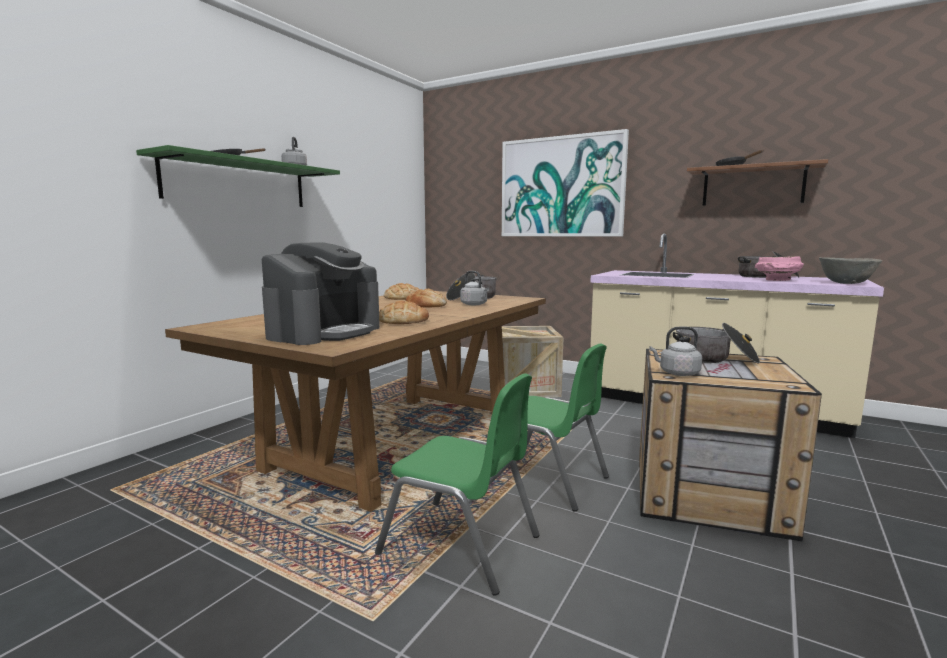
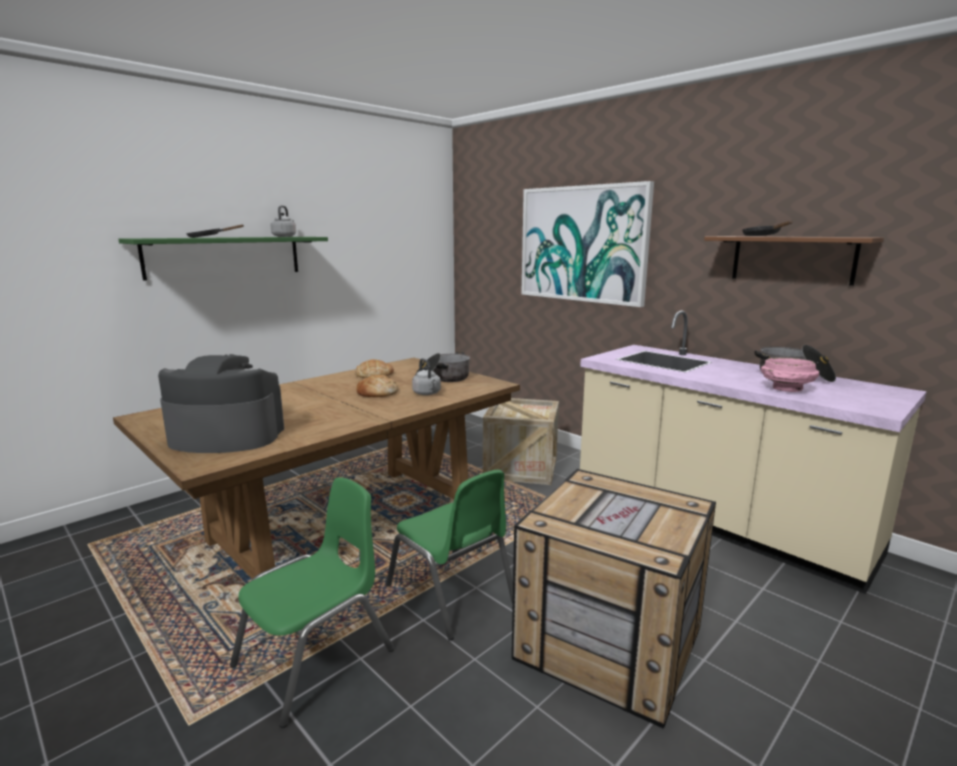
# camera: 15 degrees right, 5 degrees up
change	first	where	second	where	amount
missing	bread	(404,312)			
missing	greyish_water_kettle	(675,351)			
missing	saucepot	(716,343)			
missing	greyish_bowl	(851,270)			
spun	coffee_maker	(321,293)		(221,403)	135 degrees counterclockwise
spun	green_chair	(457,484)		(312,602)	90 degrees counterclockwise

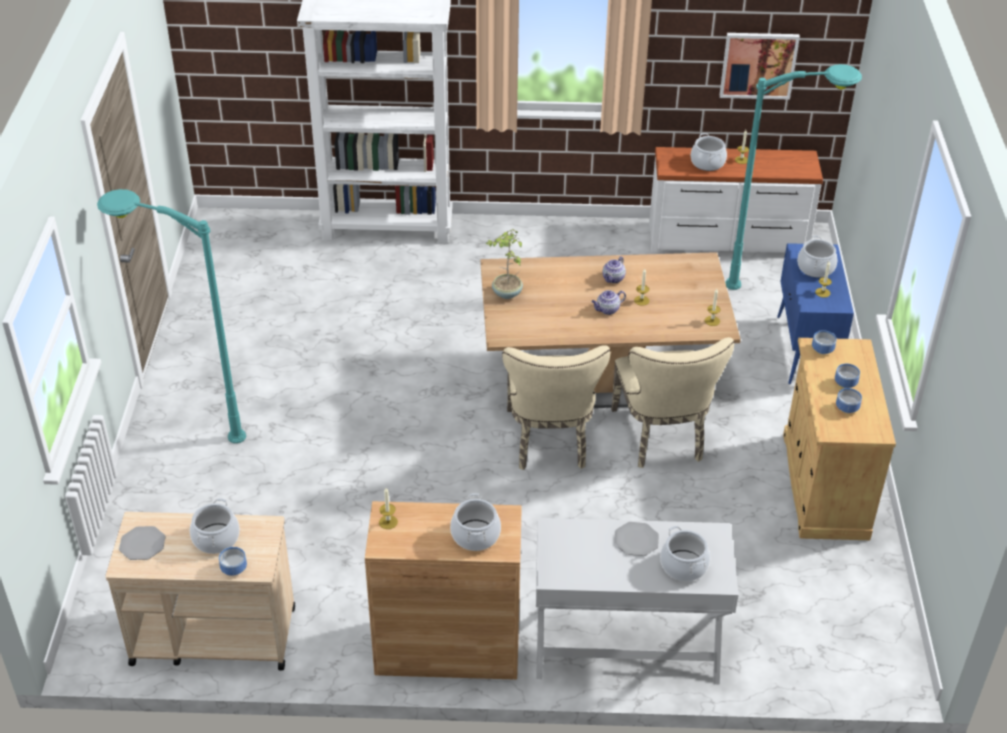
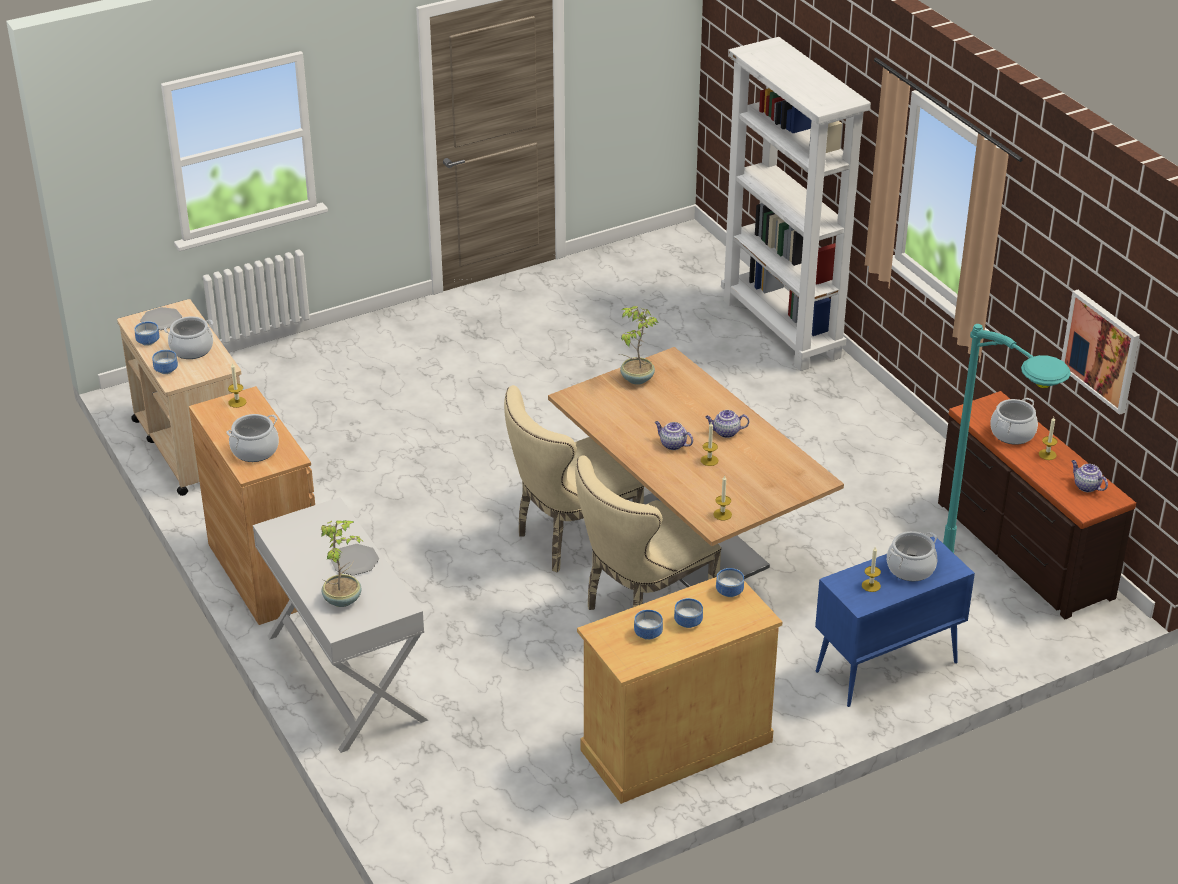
# camera: 60 degrees right, 5 degrees down
change	first	where	second	where	amount
missing	turquoise_floor_lamp	(171,316)			
appeared			bowl	(147,334)	
appeared			tea_pot	(1089,476)	
exchanged	saucepot	(685,553)	houseplant	(342,563)	
colour	white-coloured_dresser	(736,200)	brownish_dresser	(1037,505)	

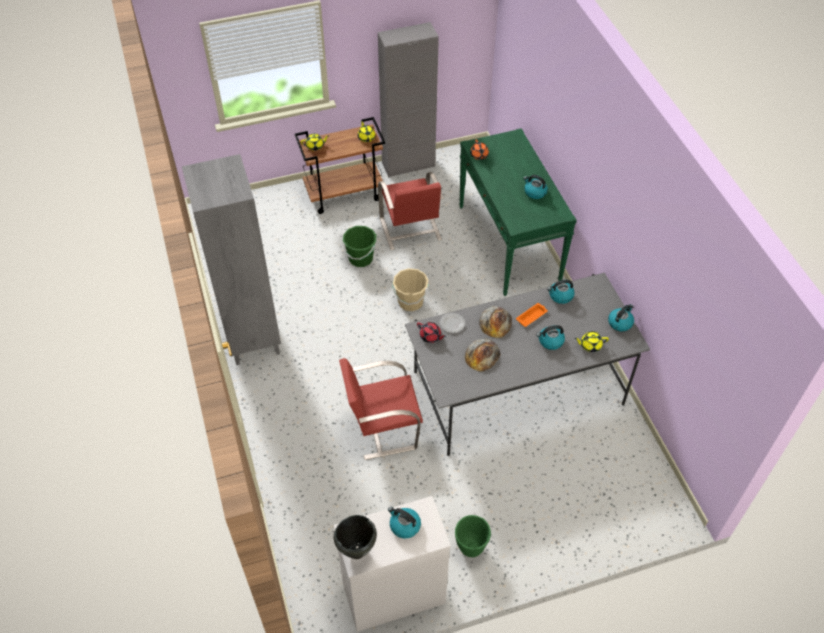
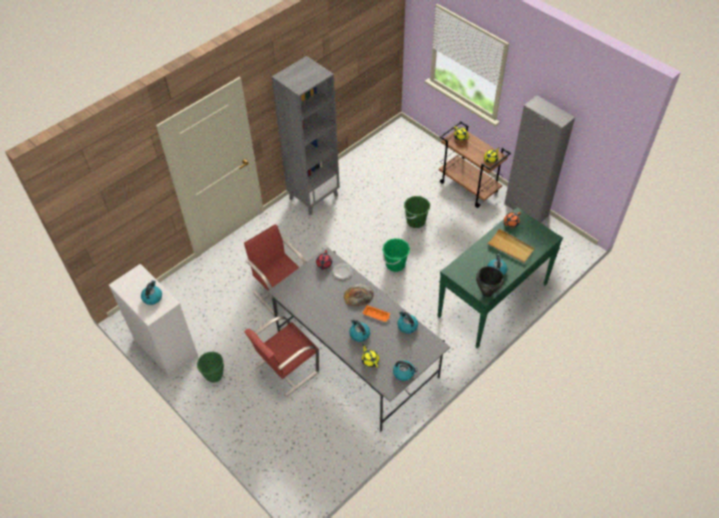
# camera: 65 degrees right, 0 degrees up
change	first	where	second	where	amount
missing	bread	(482,355)			
appeared			beige_serving_tray	(511,246)	
relocated	black-coloured_saucepot	(355,537)		(490,281)	
relocated	red_chair	(411,211)		(281,356)	
colour	beige_water_bucket	(410,289)	green_water_bucket	(396,255)	

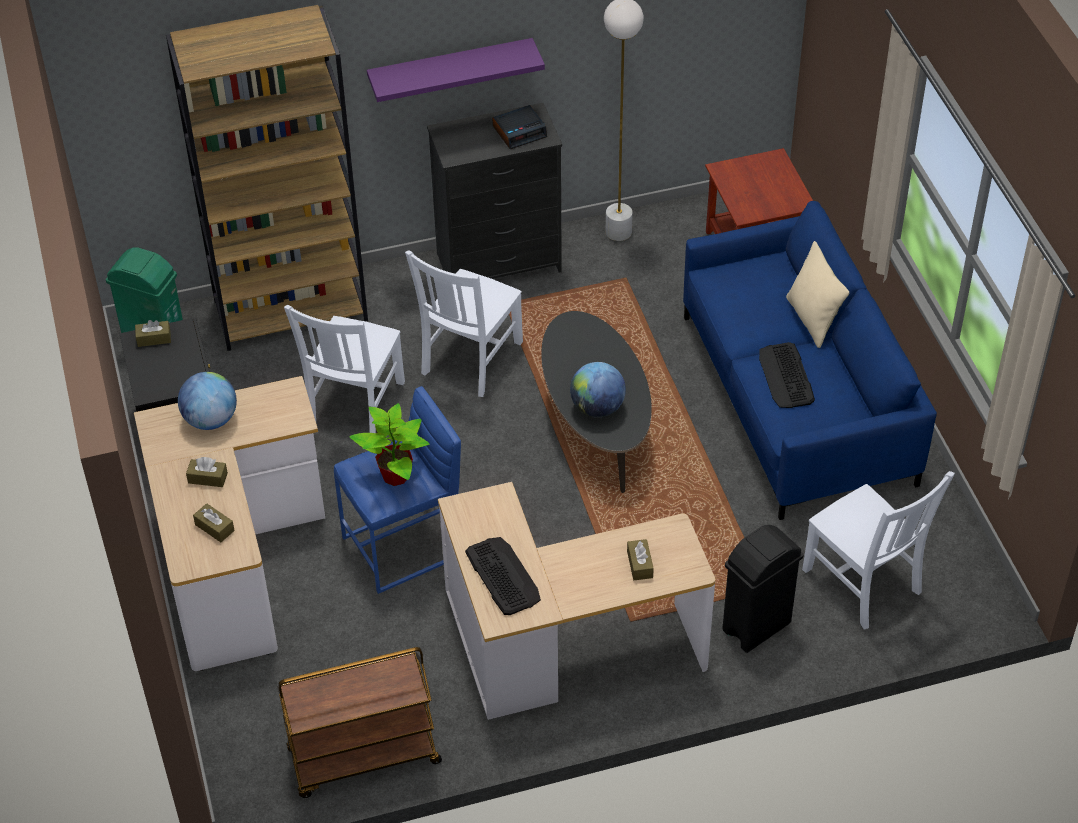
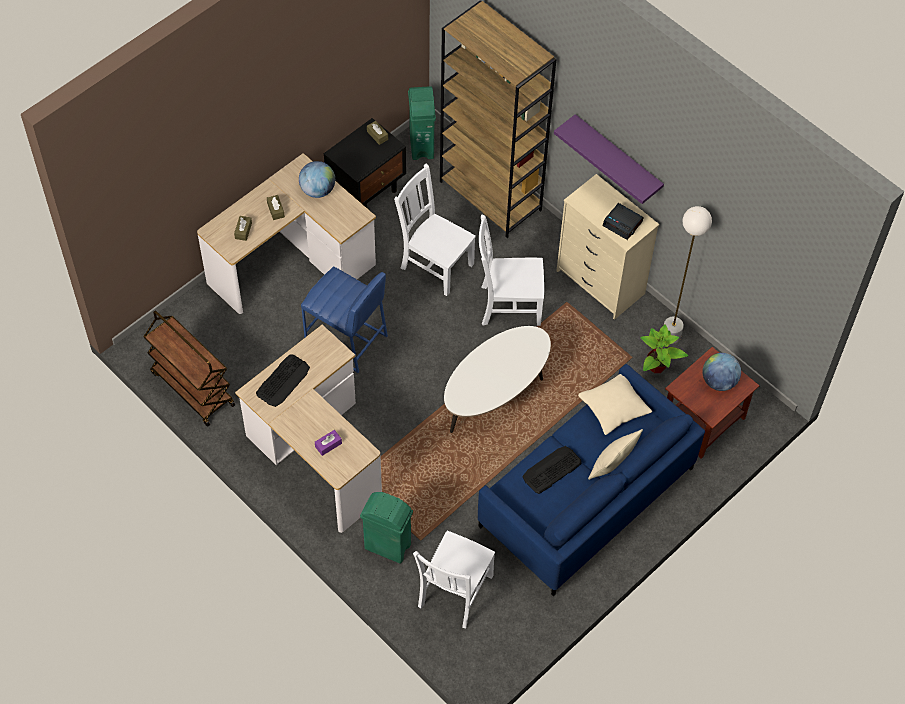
# camera: 60 degrees right, 10 degrees up
change	first	where	second	where	amount
appeared			beige_pillow	(615,404)	
relocated	houseplant	(389,444)		(664,348)	
relocated	world_globe	(598,389)		(722,372)	
colour	black-coloured_dresser	(494,191)	beige_dresser	(607,247)	
colour	black-coloured_coffee_table	(596,402)	white-coloured_coffee_table	(497,379)	
colour	brownish_tissue_box	(640,559)	purplish_tissue_box	(328,443)	
colour	black-coloured_waste_bin	(763,589)	green_waste_bin	(386,528)	
spun	white-coloured_chair	(344,369)		(435,229)	45 degrees clockwise

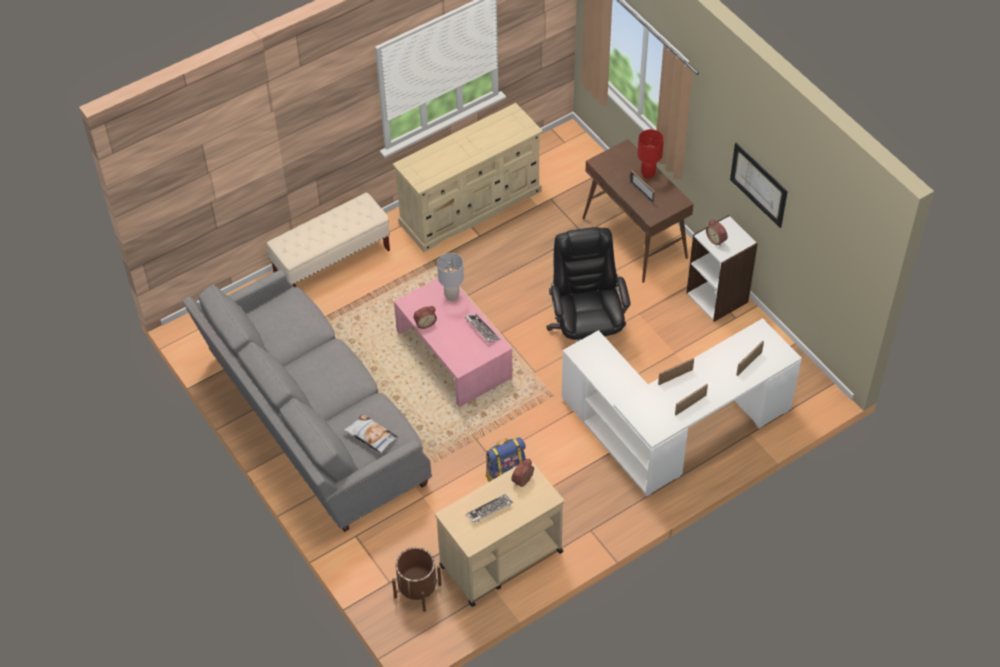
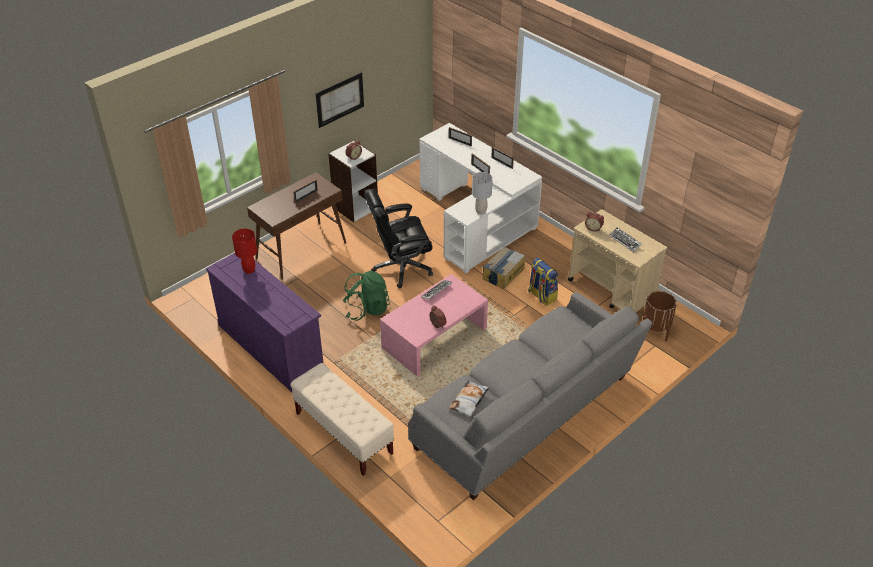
# camera: 100 degrees left, 10 degrees down
change	first	where	second	where	amount
appeared			green_rucksack	(366,296)	
appeared			carton	(504,268)	
relocated	pillow	(371,434)		(469,399)	
relocated	greyish_tabletop_lamp	(450,277)		(482,193)	
relocated	red_tabletop_lamp	(650,153)		(244,251)	
colour	beige_dresser	(468,177)	purplish_dresser	(265,322)	

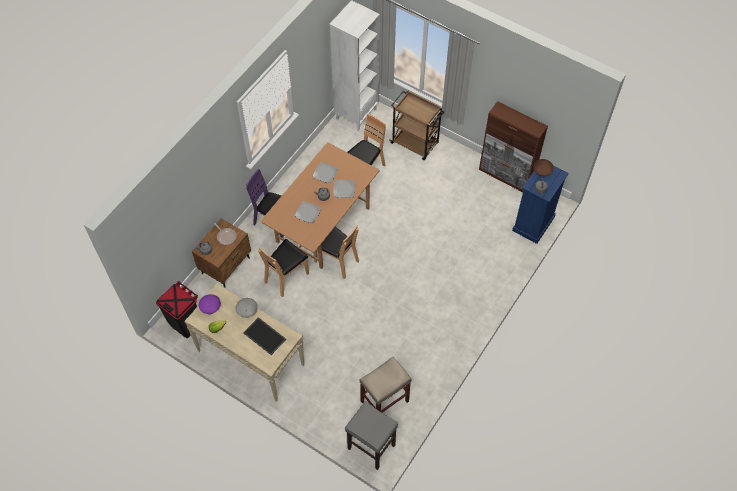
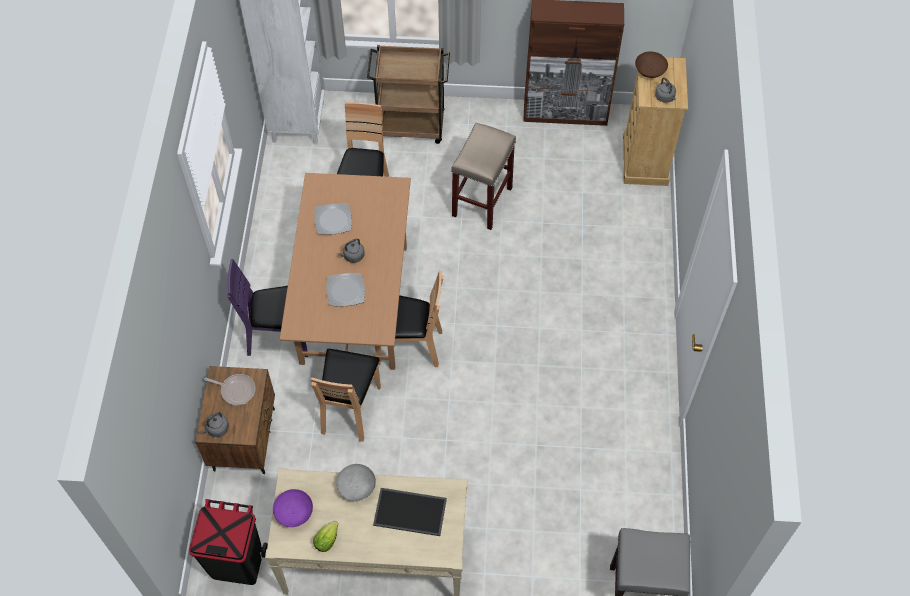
# camera: 30 degrees left, 0 degrees up
change	first	where	second	where	amount
missing	flat_dish	(344,189)			
relocated	beige_stool	(385,385)		(483,176)	
colour	bluish_dresser	(540,205)	beige_dresser	(655,121)	

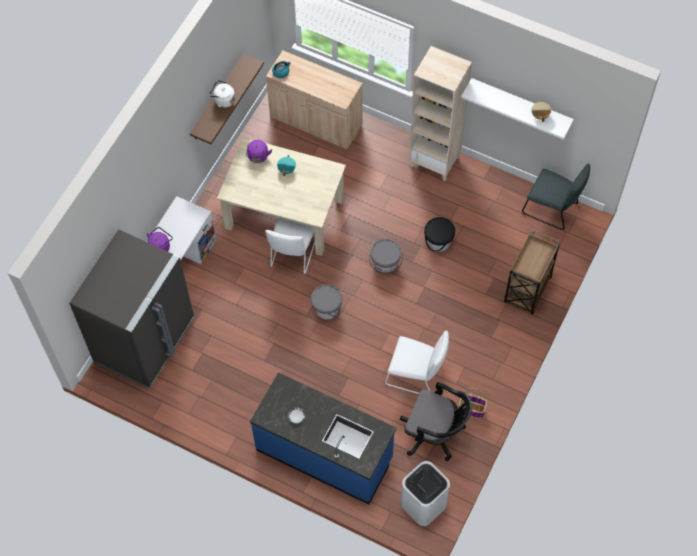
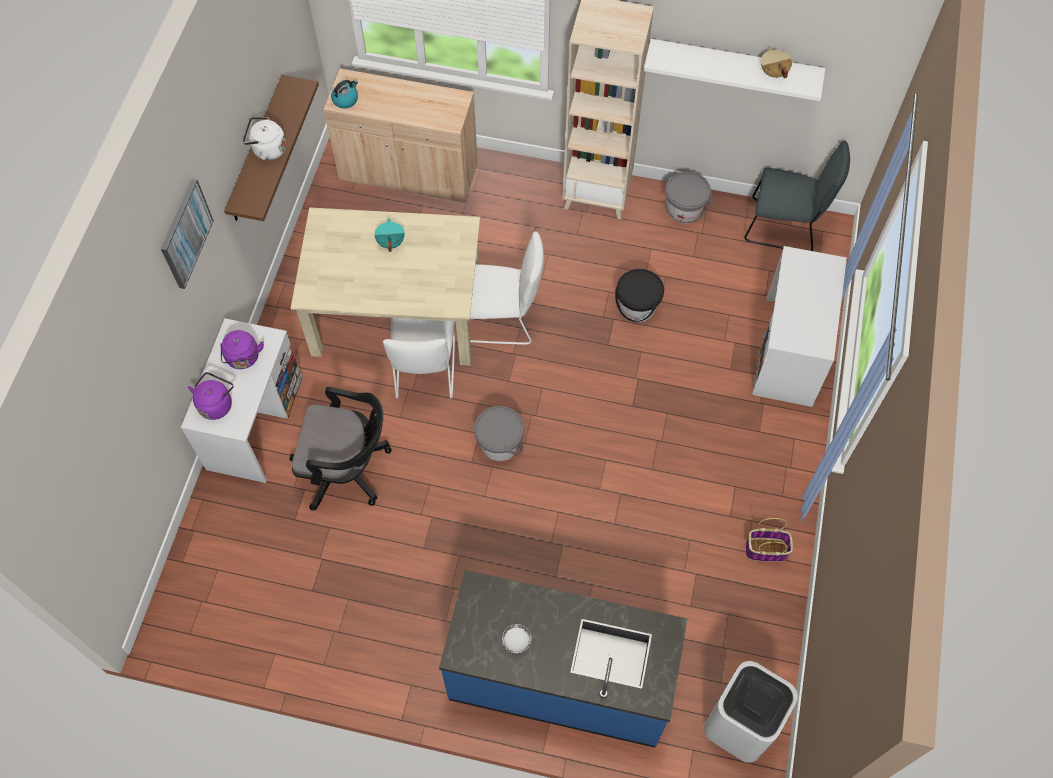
# camera: 15 degrees left, 0 degrees up
change	first	where	second	where	amount
missing	greyish_refrigerator	(131,308)			
appeared			wall_art	(187,234)	
relocated	purplish_water_kettle	(259,151)		(242,349)	
relocated	greyish_water_bucket	(386,256)		(688,198)	
relocated	white-coloured_chair	(417,362)		(507,288)	
relocated	black-coloured_office_chair	(436,421)		(340,448)	
exchanged	brownish_trolley	(532,272)	white-coloured_desk	(799,326)	

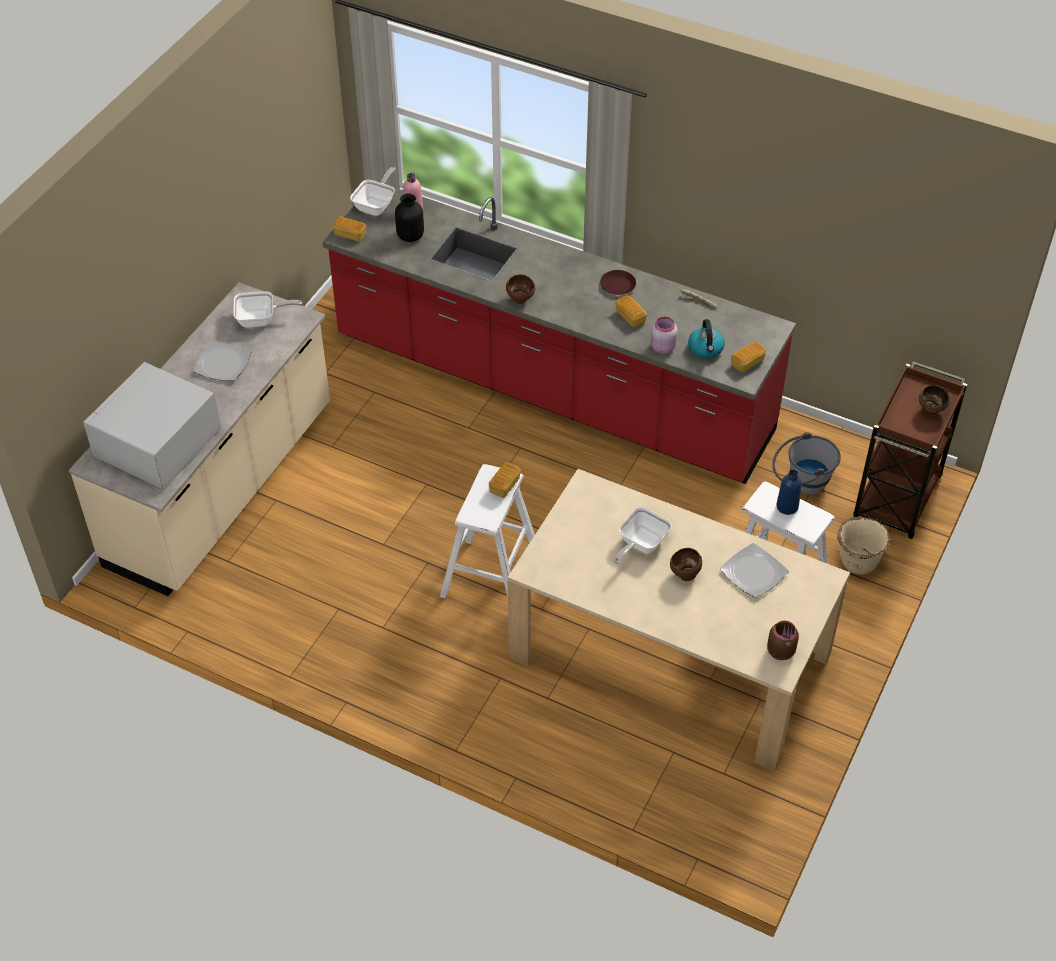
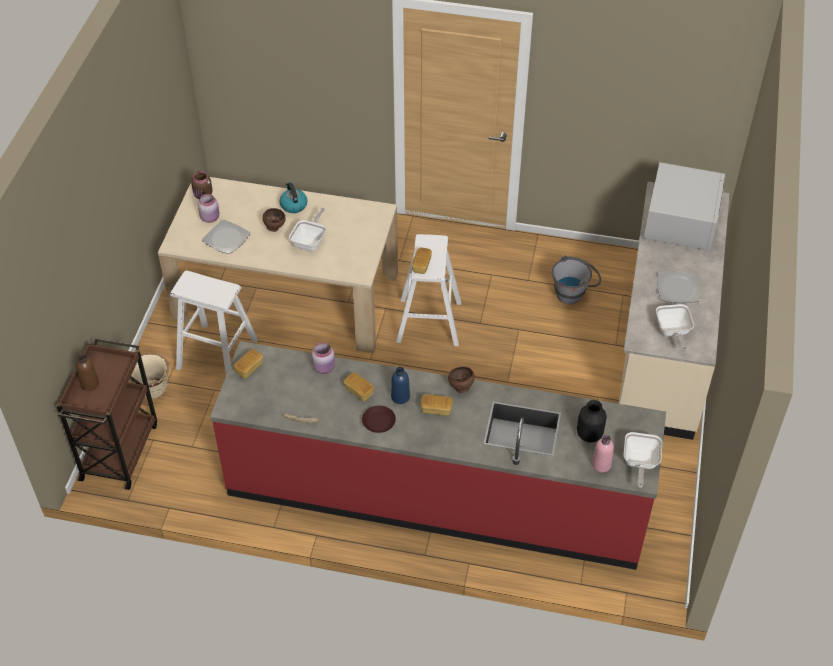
# camera: 165 degrees right, 0 degrees up
change	first	where	second	where	amount
appeared			pink_jar	(208,208)	
relocated	bread	(349,229)		(436,405)	
relocated	water_kettle	(706,339)		(293,197)	
relocated	greyish_water_bucket	(806,463)		(576,280)	
relocated	bluish_drink_bottle	(789,492)		(400,385)	
exchanged	brownish_bowl	(934,400)	brownish_drink_bottle	(87,372)	
spun	pan	(268,309)		(675,328)	75 degrees counterclockwise

